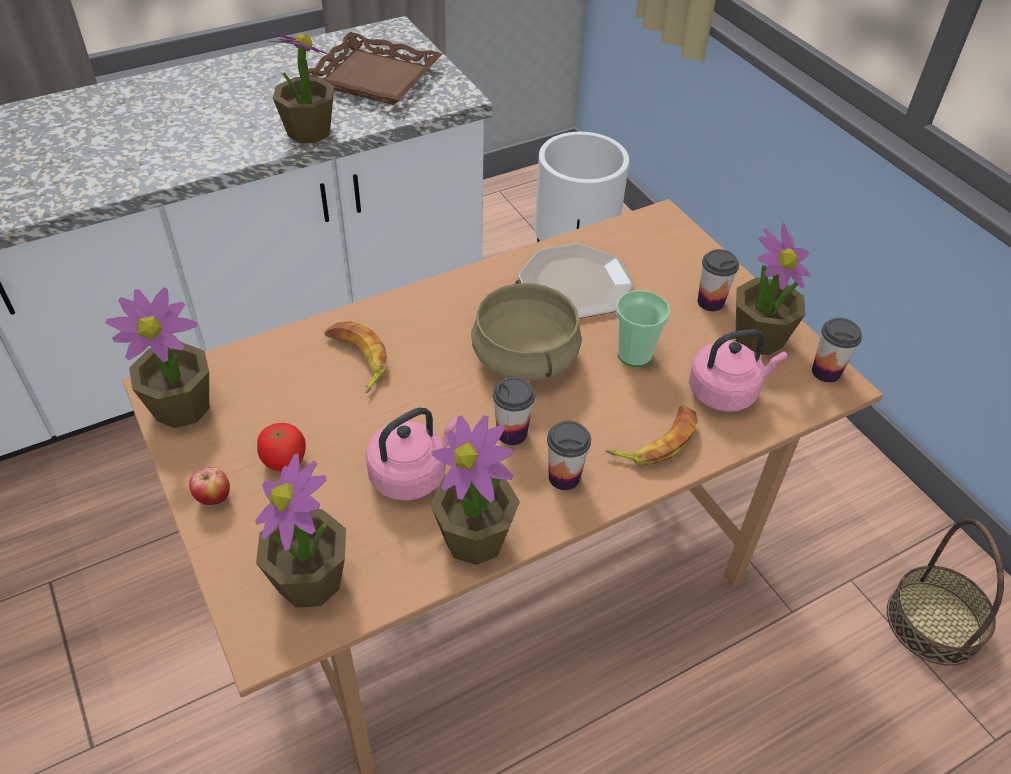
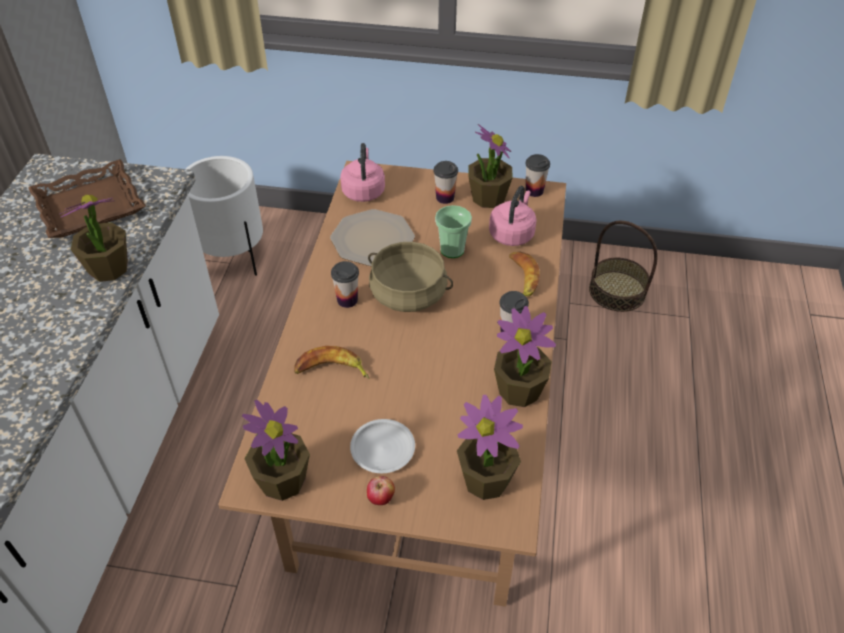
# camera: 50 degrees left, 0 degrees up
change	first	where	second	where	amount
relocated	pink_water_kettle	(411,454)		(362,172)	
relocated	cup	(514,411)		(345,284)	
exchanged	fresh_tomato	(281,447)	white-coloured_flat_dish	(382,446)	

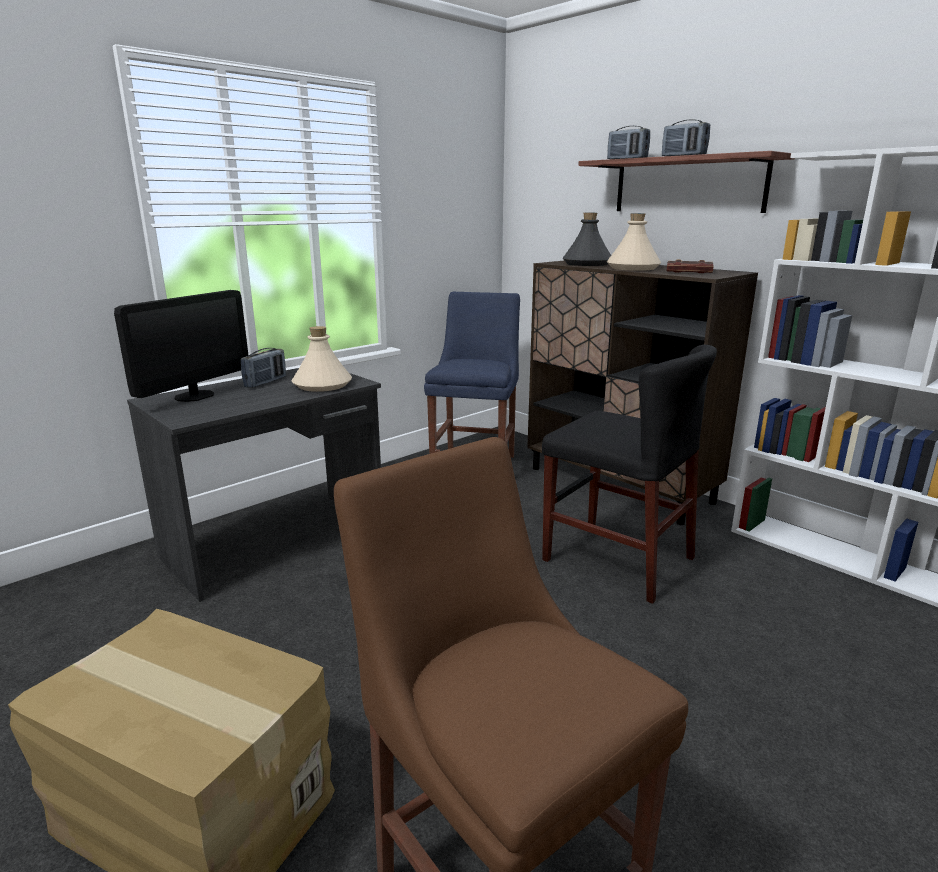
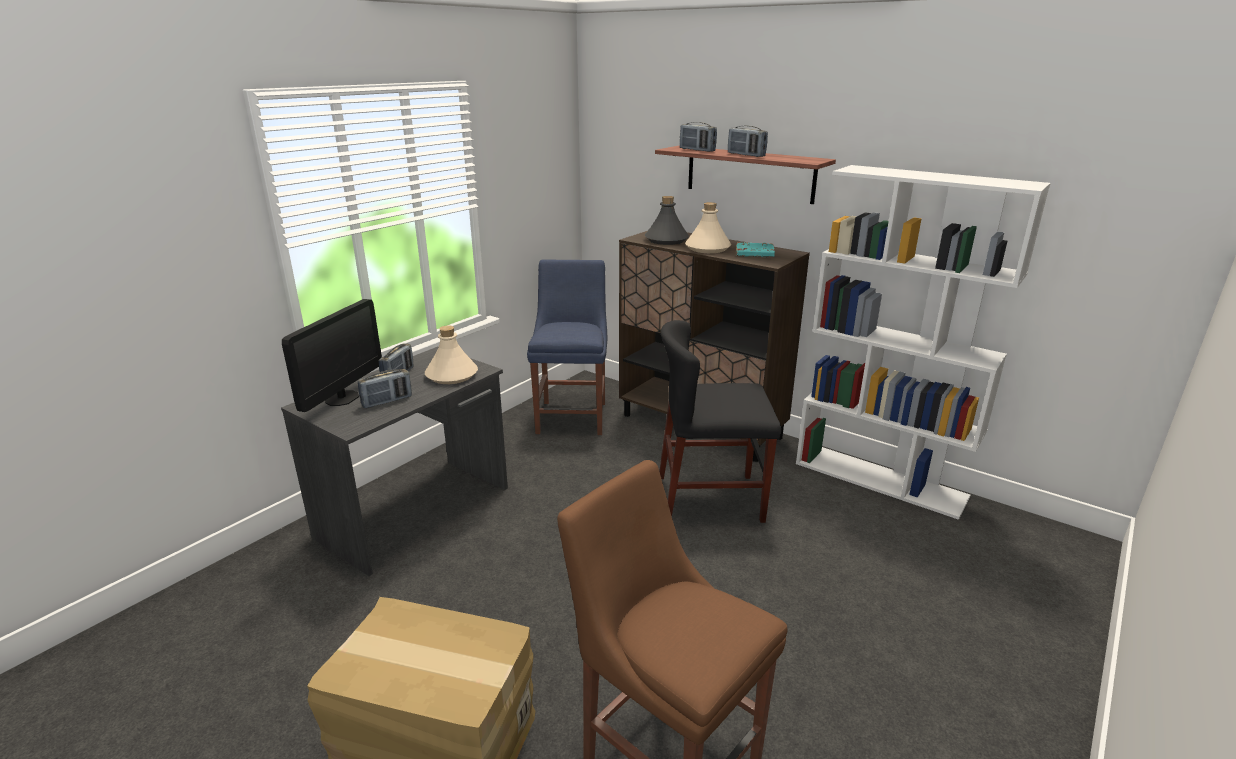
# camera: 10 degrees left, 5 degrees up
change	first	where	second	where	amount
appeared			radio_receiver	(385,388)	
colour	brownish_bound_book	(690,266)	turquoise_bound_book	(755,249)	
spun	black-coloured_chair	(629,474)		(720,421)	150 degrees clockwise

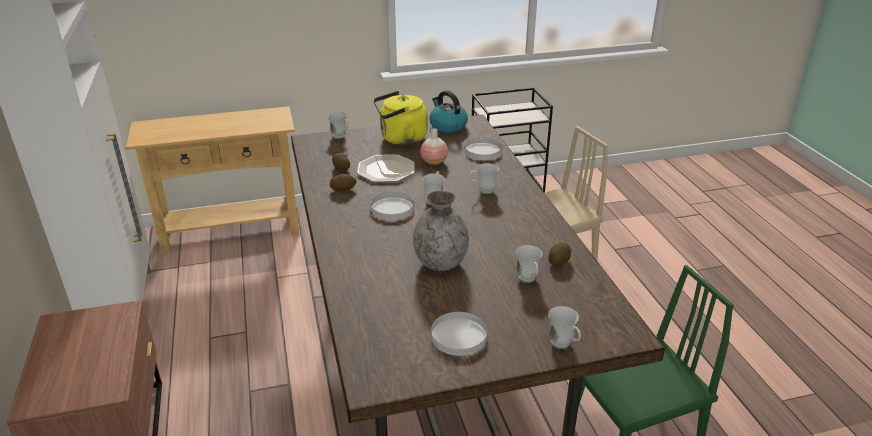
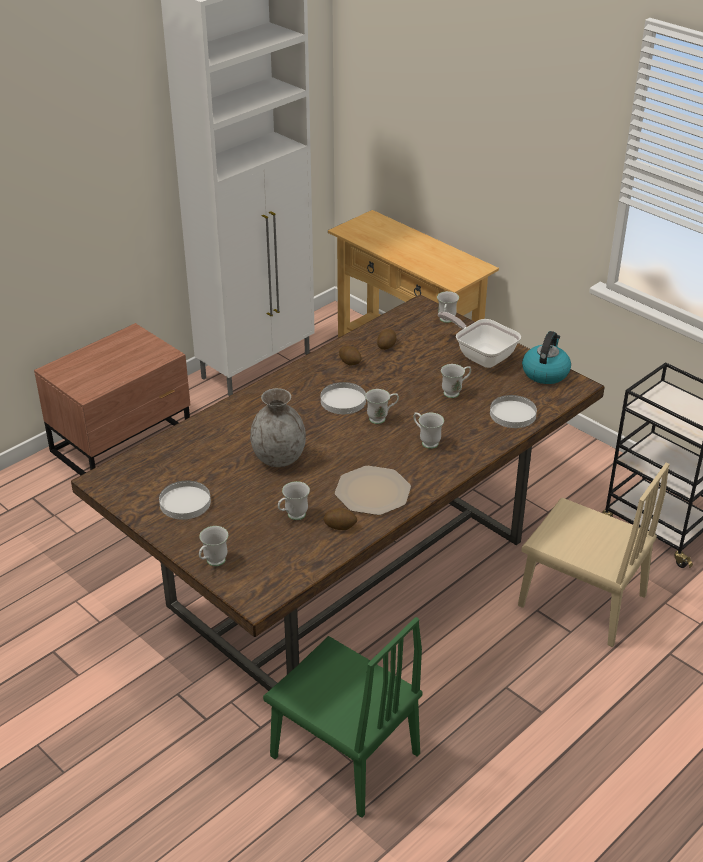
# camera: 60 degrees right, 5 degrees up
change	first	where	second	where	amount
relocated	flat_dish	(386,168)		(373,490)	
exchanged	yellowish_water_kettle	(400,118)	pan	(479,340)	
exchanged	decorative_vase	(434,146)	white-coloured_tea_mug	(456,381)	

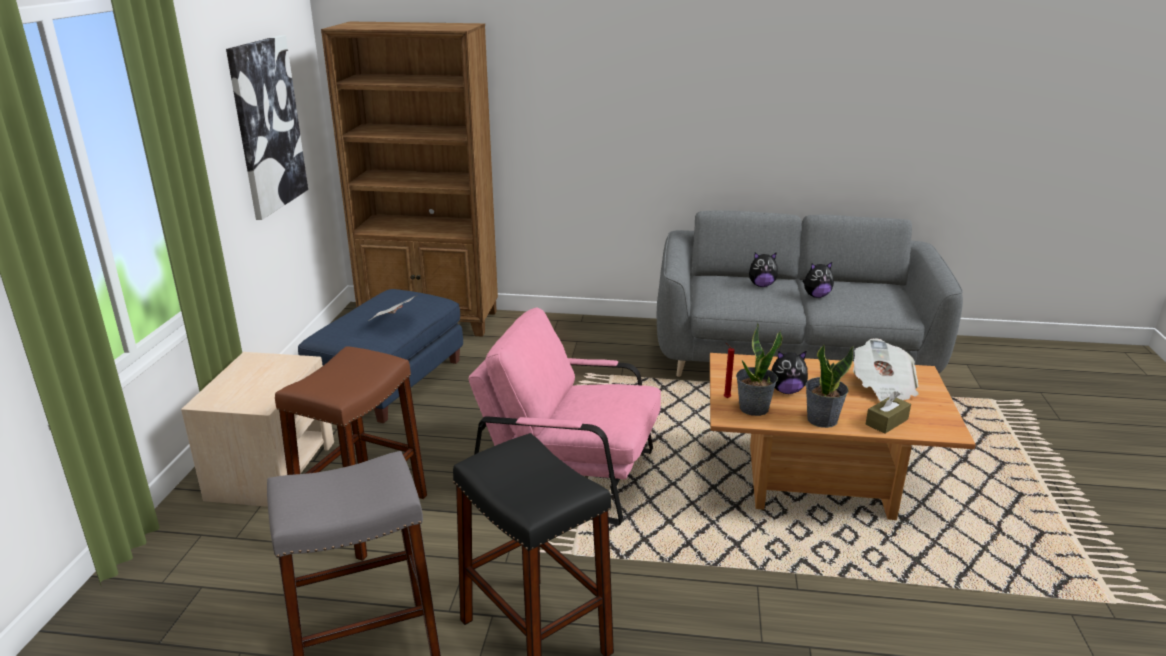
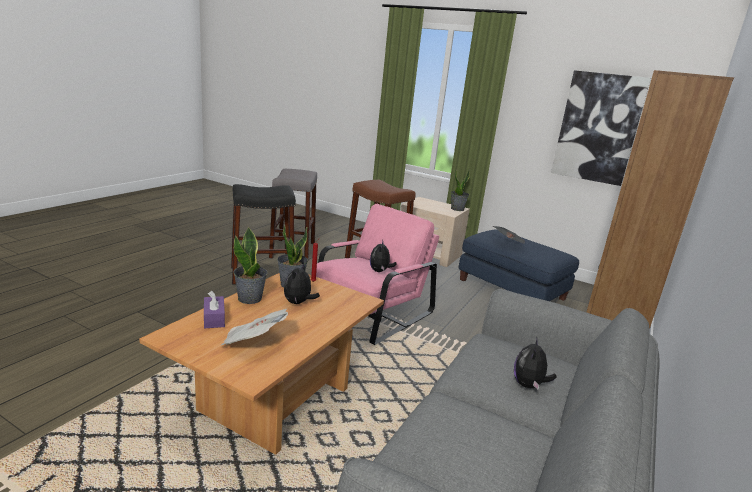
# camera: 110 degrees right, 5 degrees down
change	first	where	second	where	amount
appeared			houseplant	(460,190)	
relocated	plush_toy	(818,280)		(383,256)	
colour	brownish_tissue_box	(888,412)	purplish_tissue_box	(214,309)	

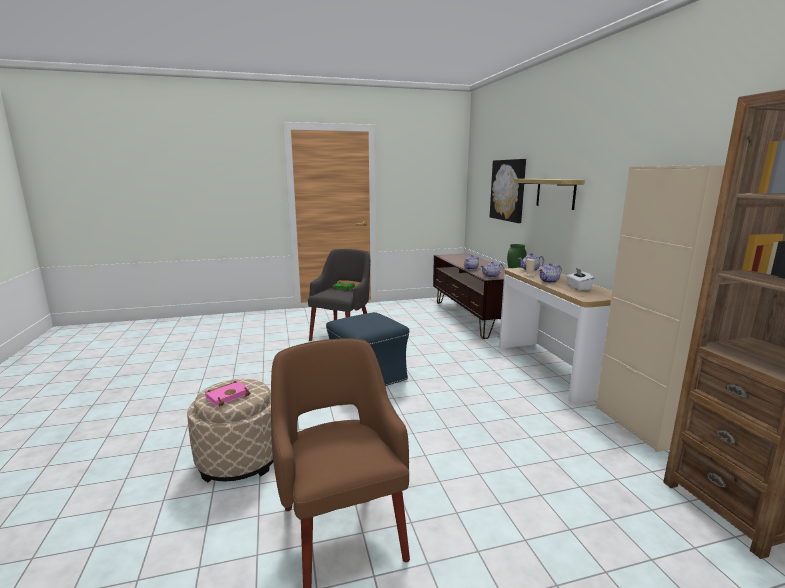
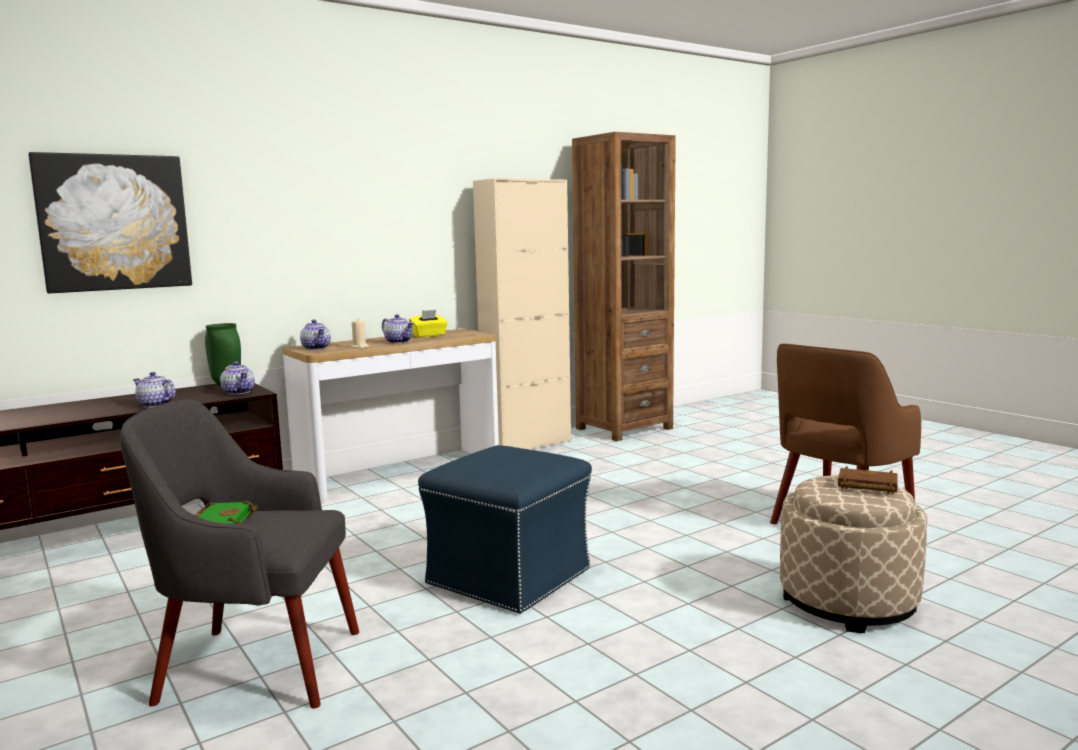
# camera: 110 degrees left, 5 degrees down
change	first	where	second	where	amount
missing	bracket_shelf	(549,194)			
colour	pink_bound_book	(227,394)	brownish_bound_book	(868,480)	
colour	white-coloured_tissue_box	(580,279)	yellowish_tissue_box	(428,324)	

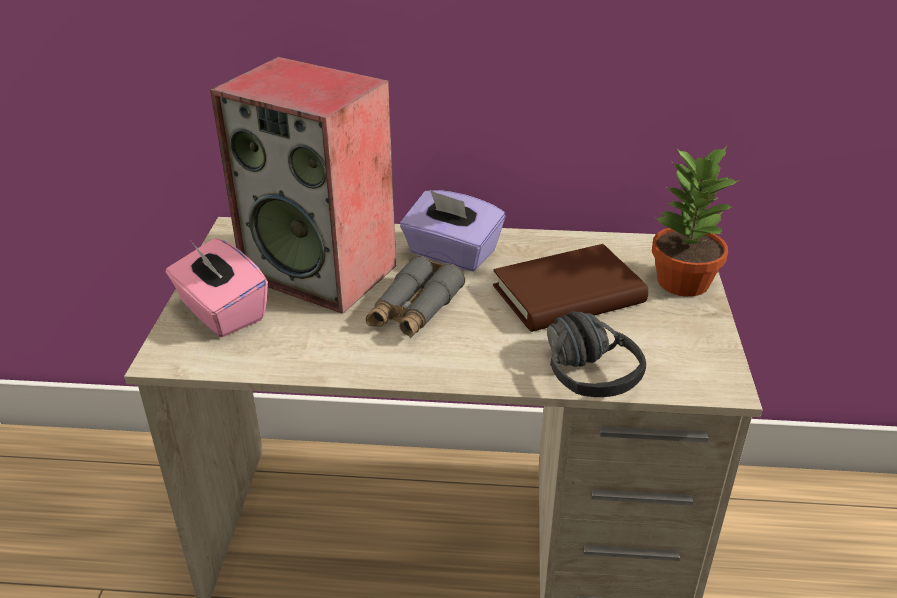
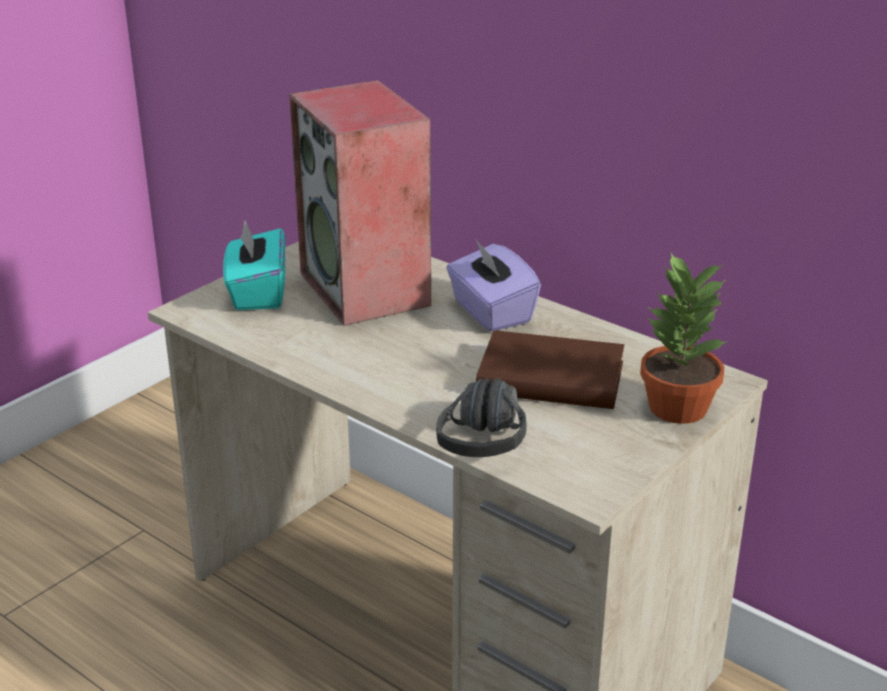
# camera: 35 degrees right, 5 degrees down
change	first	where	second	where	amount
missing	greyish_field_glasses	(415,297)			
colour	pink_tissue_box	(217,287)	turquoise_tissue_box	(254,265)	

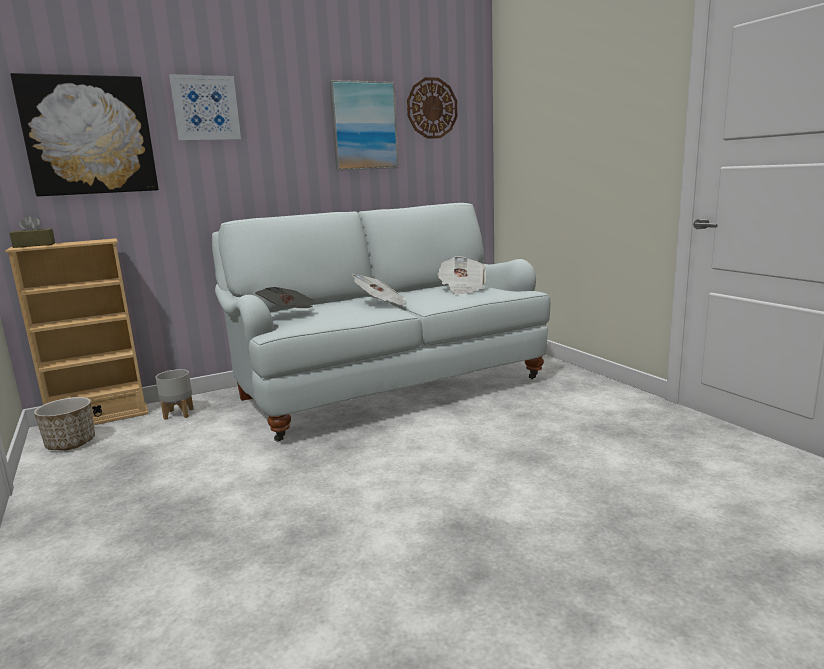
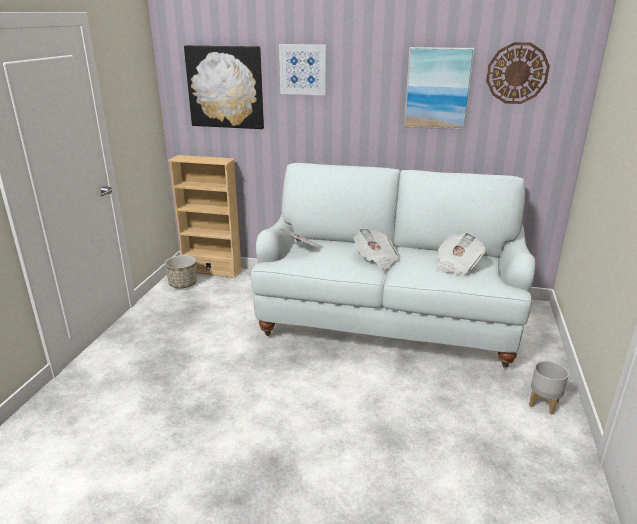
# camera: 40 degrees right, 10 degrees up
change	first	where	second	where	amount
missing	brownish_tissue_box	(32,232)			
relocated	greyish_flower_pot	(174,394)		(549,387)	

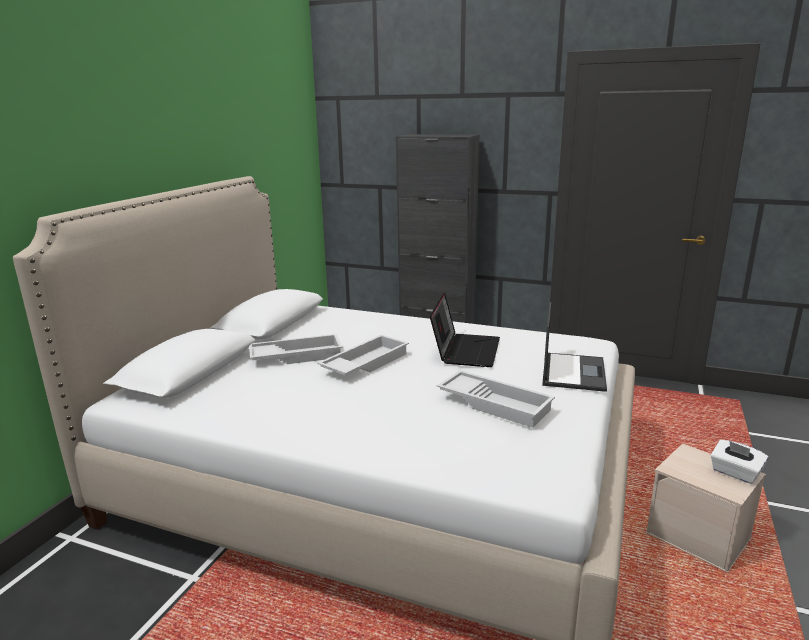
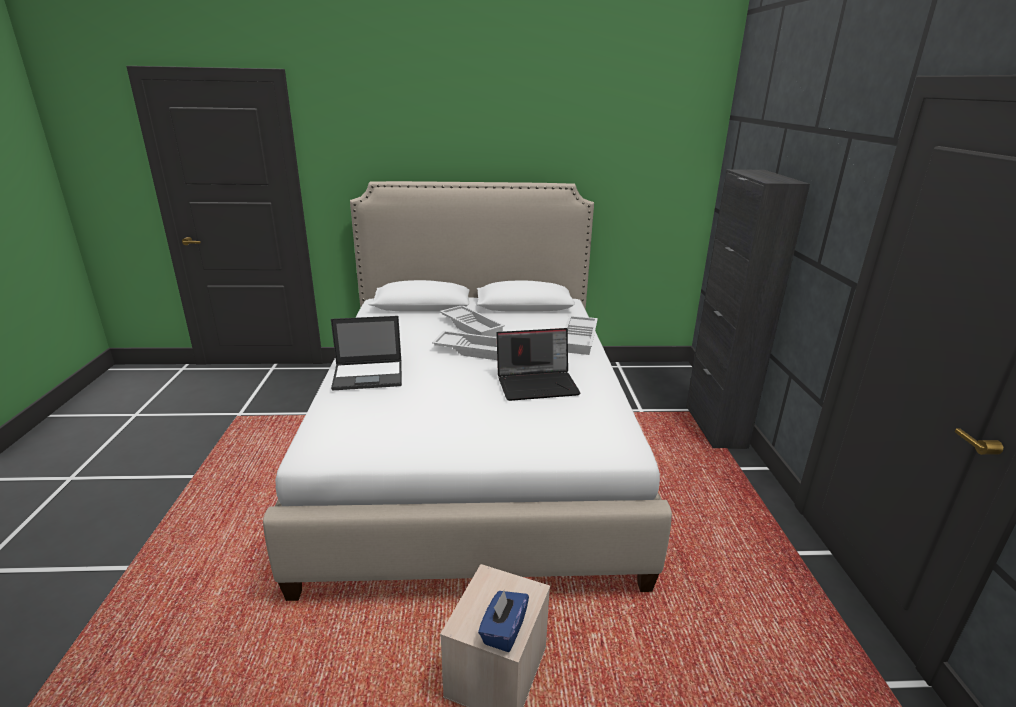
# camera: 65 degrees right, 5 degrees up
change	first	where	second	where	amount
relocated	white-coloured_serving_tray	(496,399)		(581,335)	
relocated	portable_computer	(574,347)		(366,353)	
colour	white-coloured_tissue_box	(739,462)	bluish_tissue_box	(503,621)	

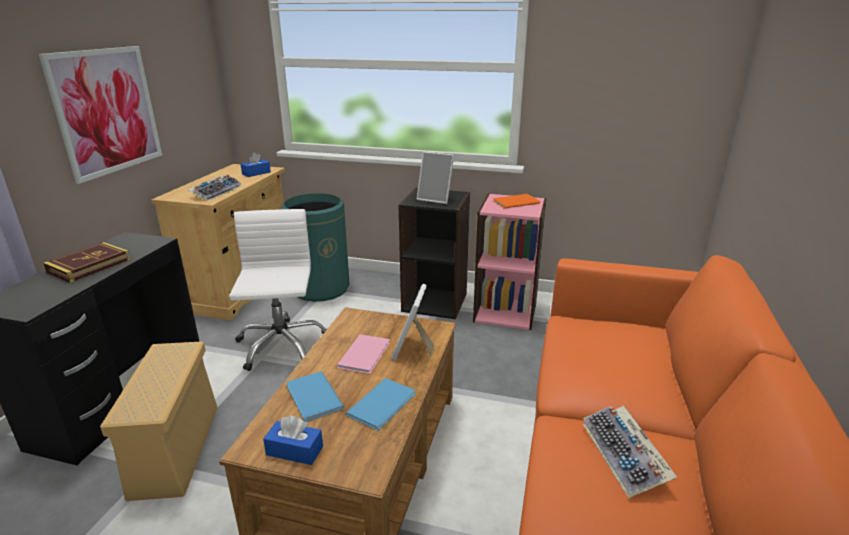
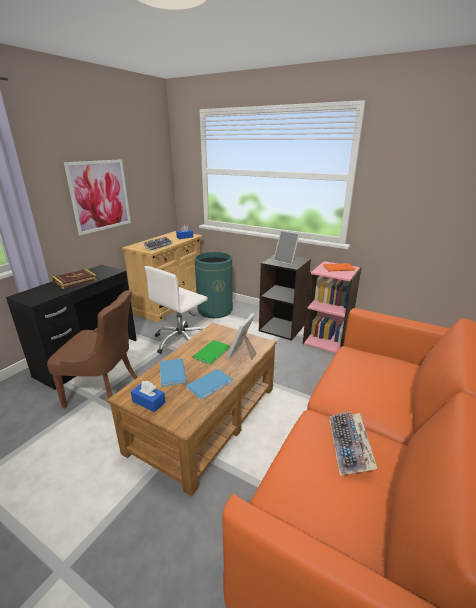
# camera: 15 degrees right, 0 degrees up
change	first	where	second	where	amount
exchanged	beige_storage_container	(159,421)	brownish_chair	(92,349)	
colour	pink_bound_book	(363,354)	green_bound_book	(211,352)	
spun	white-coloured_office_chair	(278,290)		(176,310)	150 degrees counterclockwise

